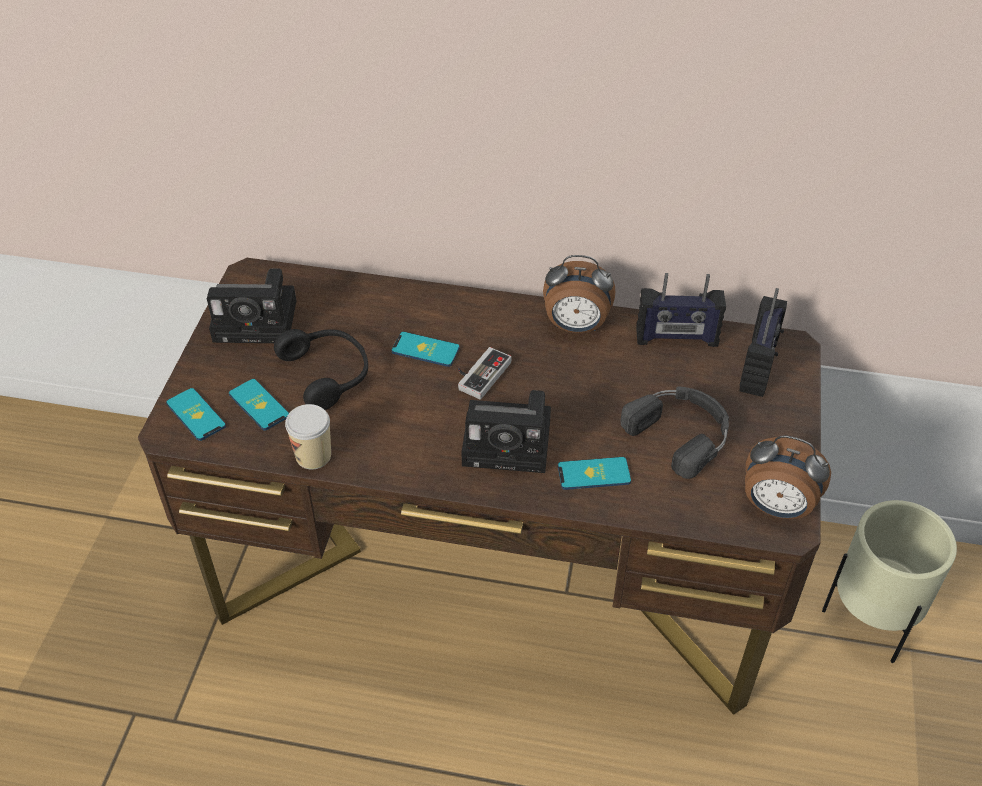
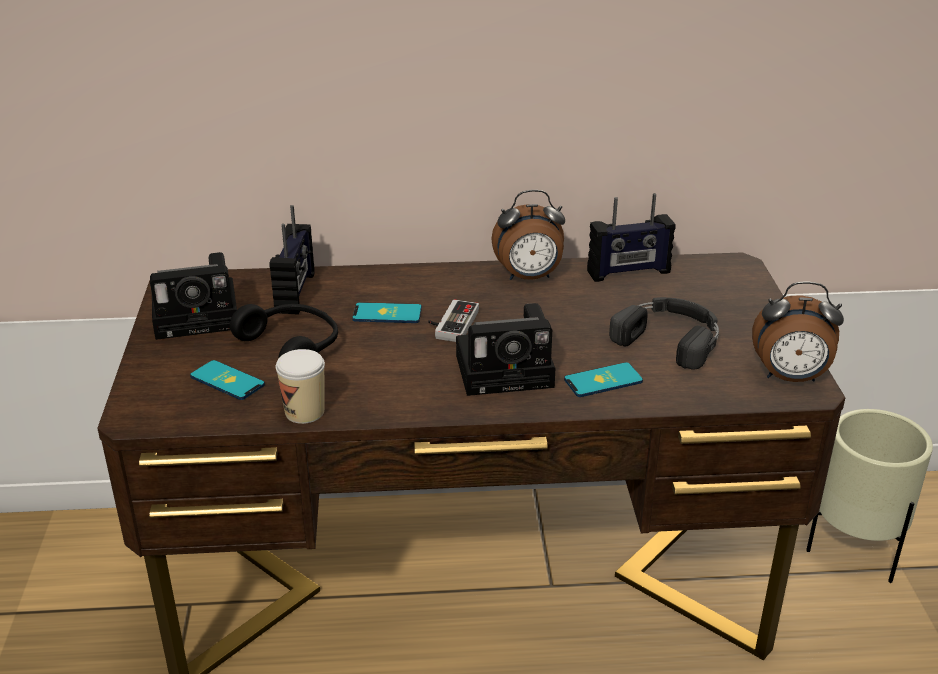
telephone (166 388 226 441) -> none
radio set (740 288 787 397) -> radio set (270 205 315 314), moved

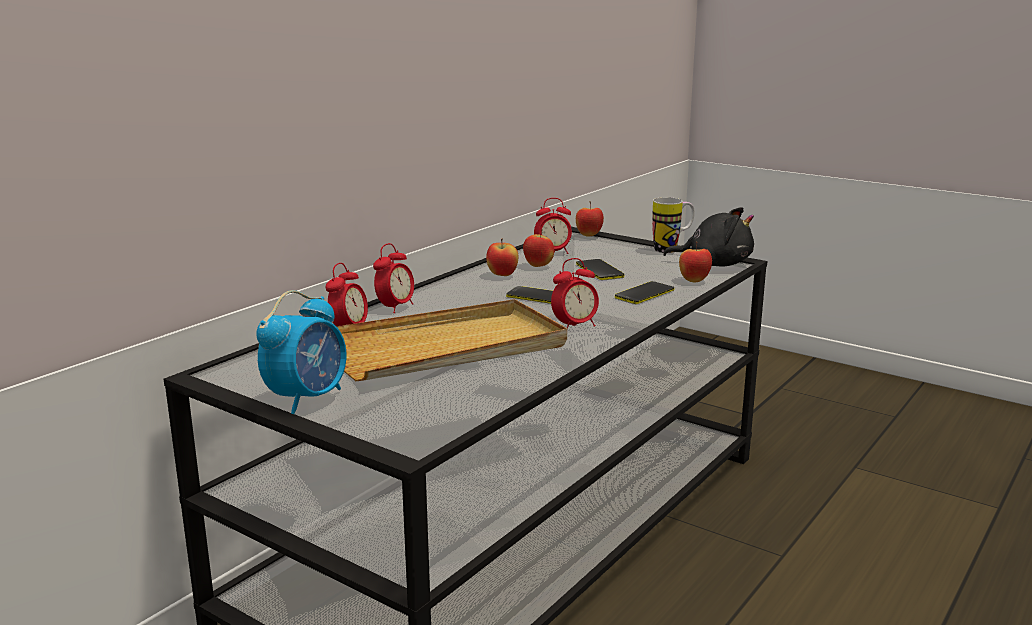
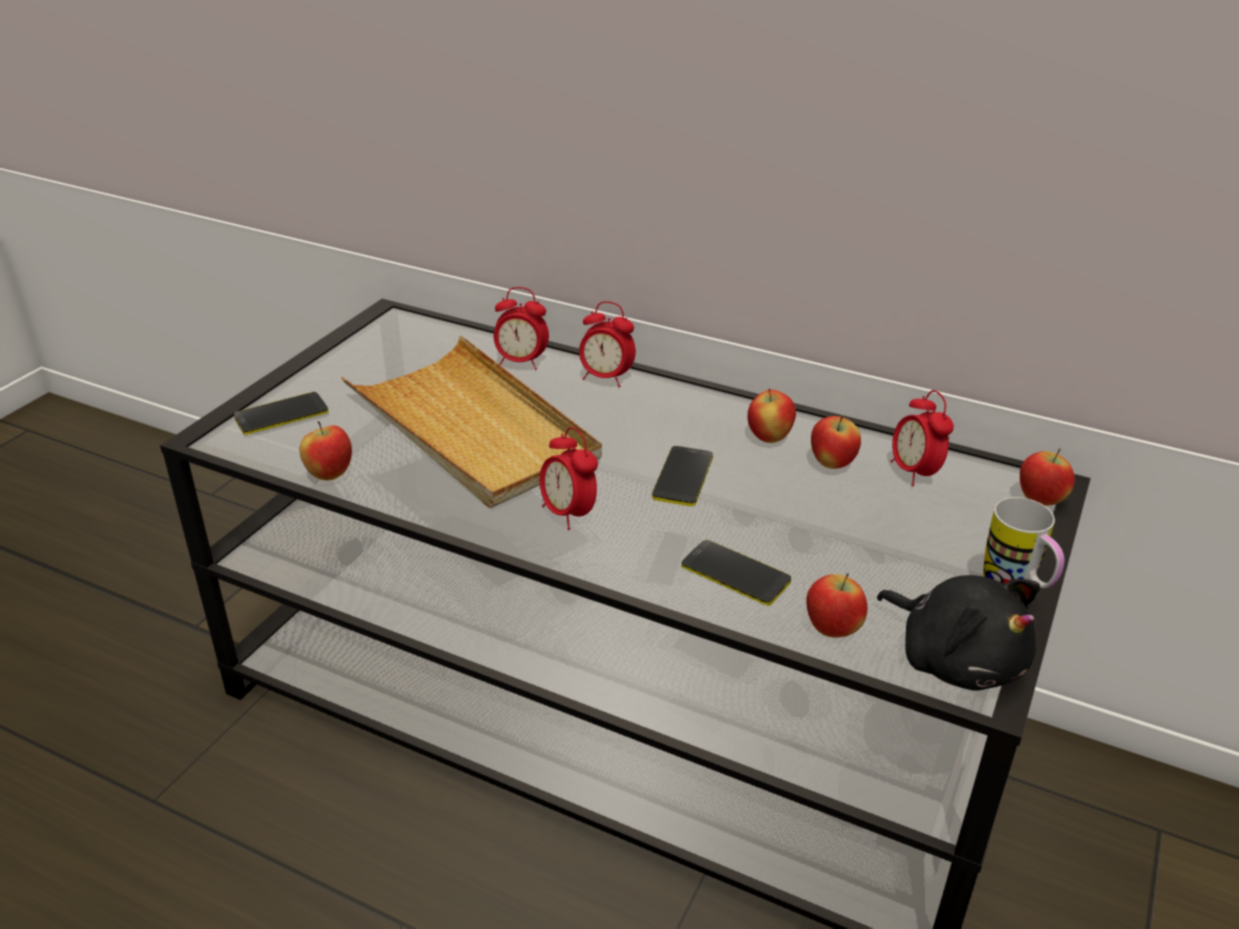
table clock (256 290 346 414) -> none
telephone (576 259 624 280) -> telephone (234 392 329 435), moved
blackish soft toy (663 207 754 267) -> blackish soft toy (877 575 1040 691), 45 degrees counterclockwise
none -> whole apple (300 421 352 480)

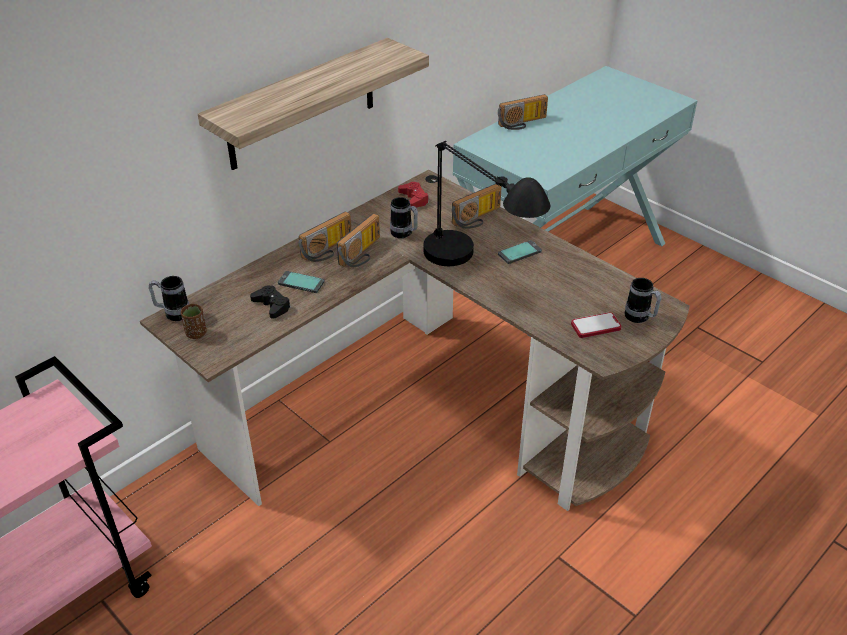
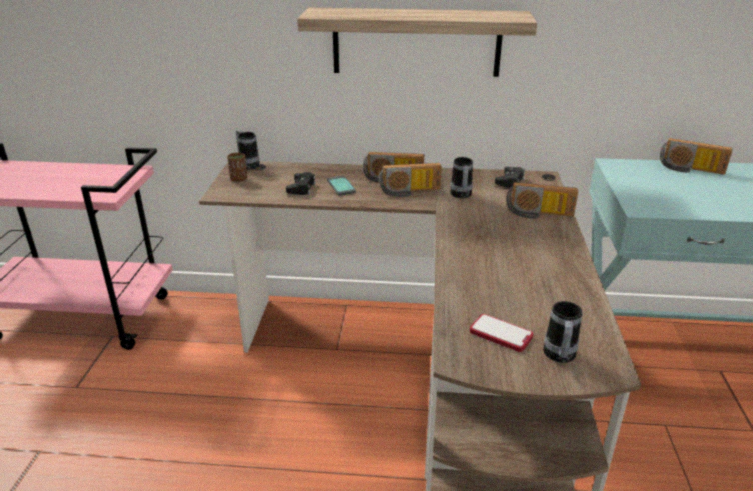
red gamepad (398 182 429 207) -> blackish gamepad (495 167 525 188)
blackish table lamp (424 141 550 266) -> none
telephone (498 240 542 264) -> none

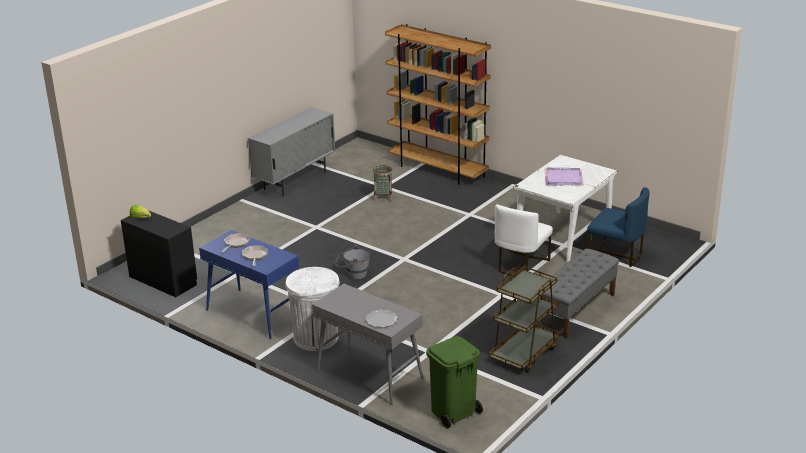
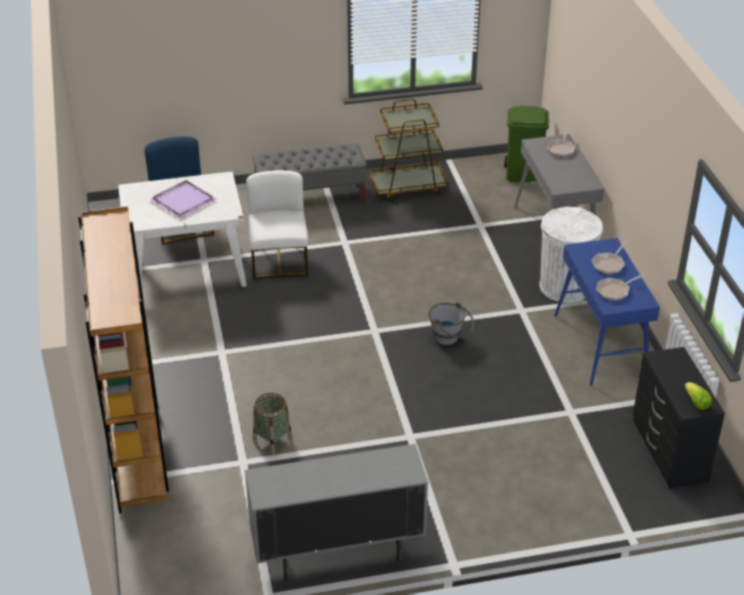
flat dish (365 310 398 327) -> frying pan (546 128 576 157)
white-coloured upright chair (495 204 553 277) -> white-coloured upright chair (246 170 308 280), 75 degrees counterclockwise

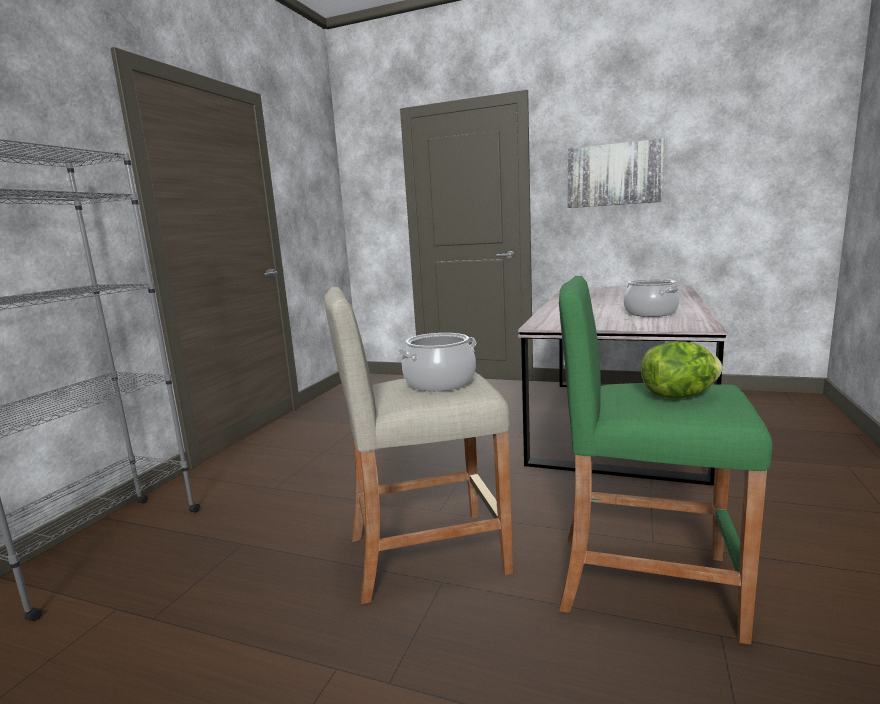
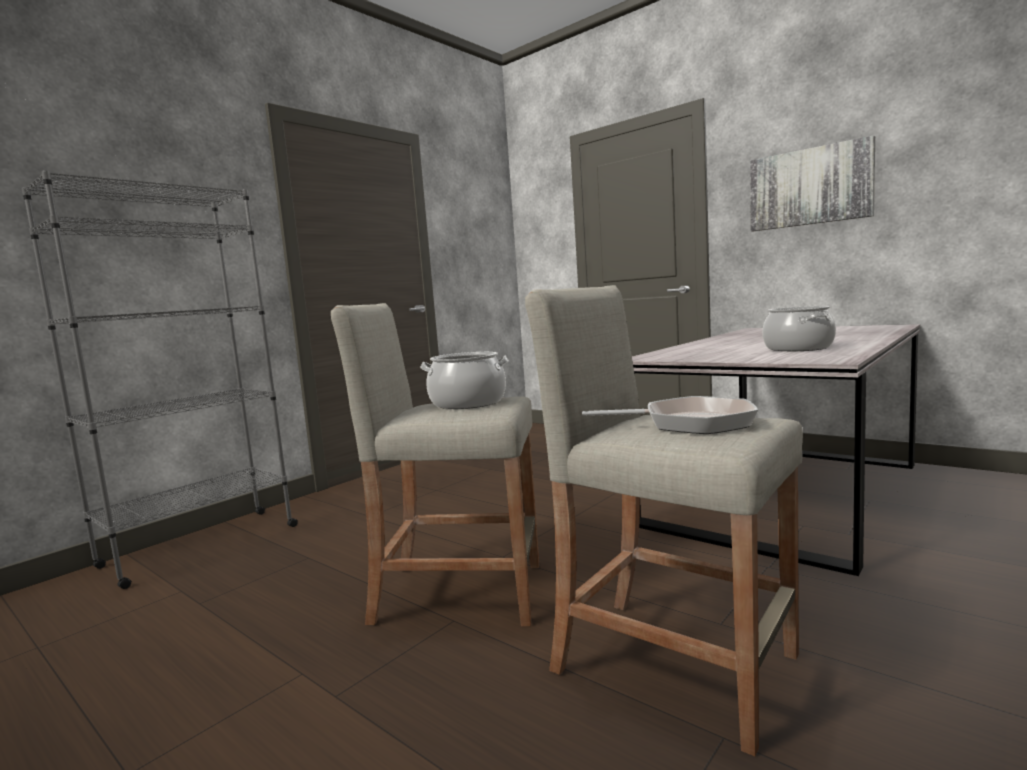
green stool seat (559 276 773 645) -> sand-coloured stool seat (525 285 803 756)
lettuce head (641 342 723 399) -> frying pan (582 396 758 434)

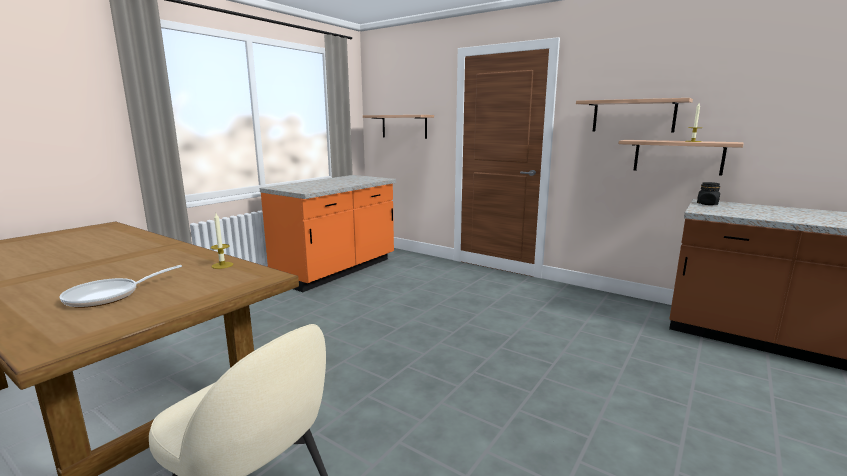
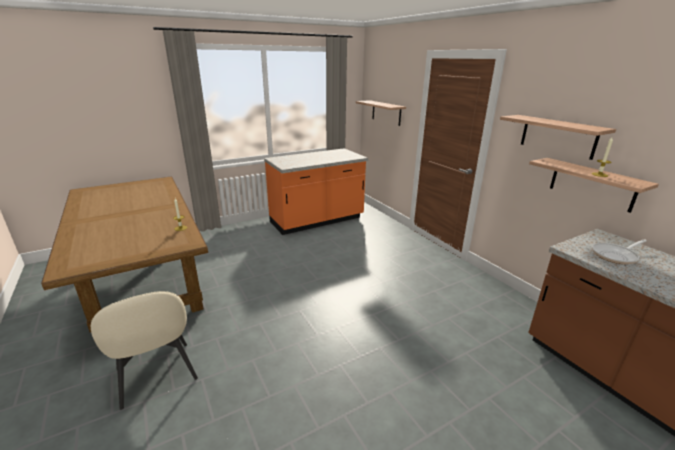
frying pan (59 265 182 308) -> frying pan (592 239 647 264), moved
blackish storage jar (697 182 720 205) -> none

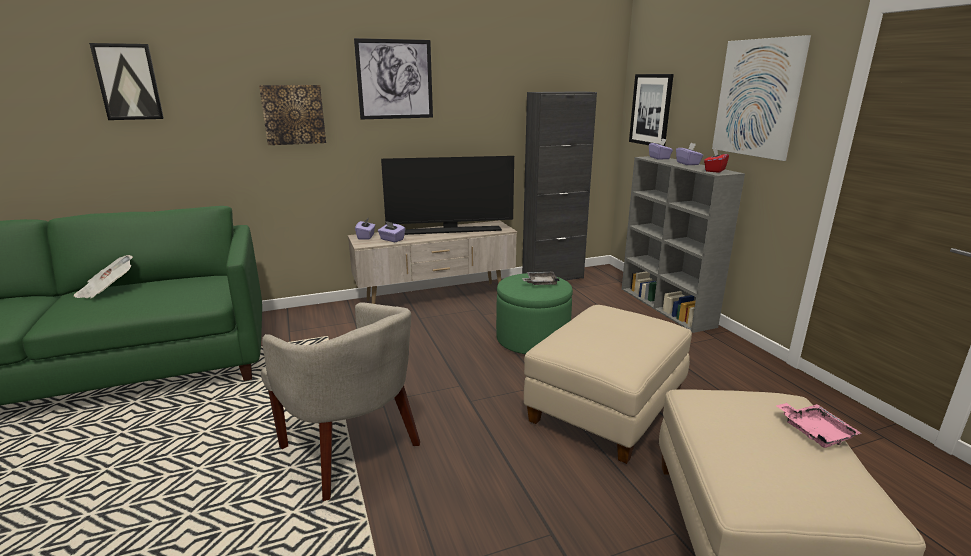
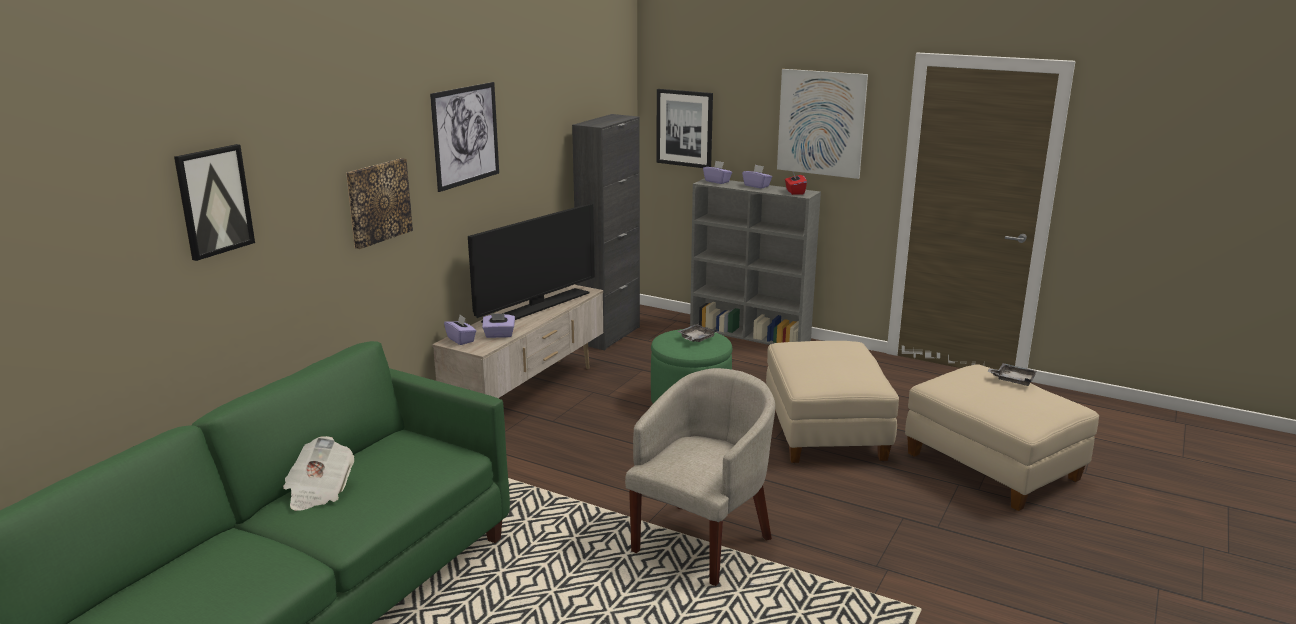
sand-coloured armchair (261 303 420 501) -> sand-coloured armchair (625 368 775 586), 60 degrees counterclockwise
pink tray (775 403 862 448) -> greyish tray (987 363 1037 386)

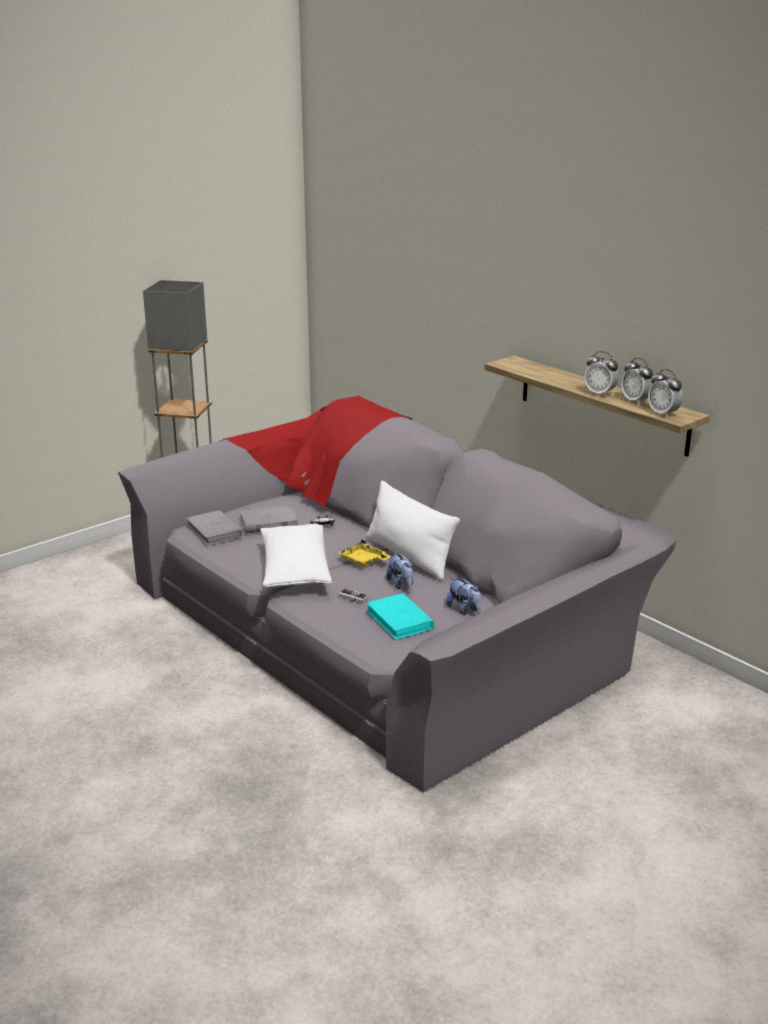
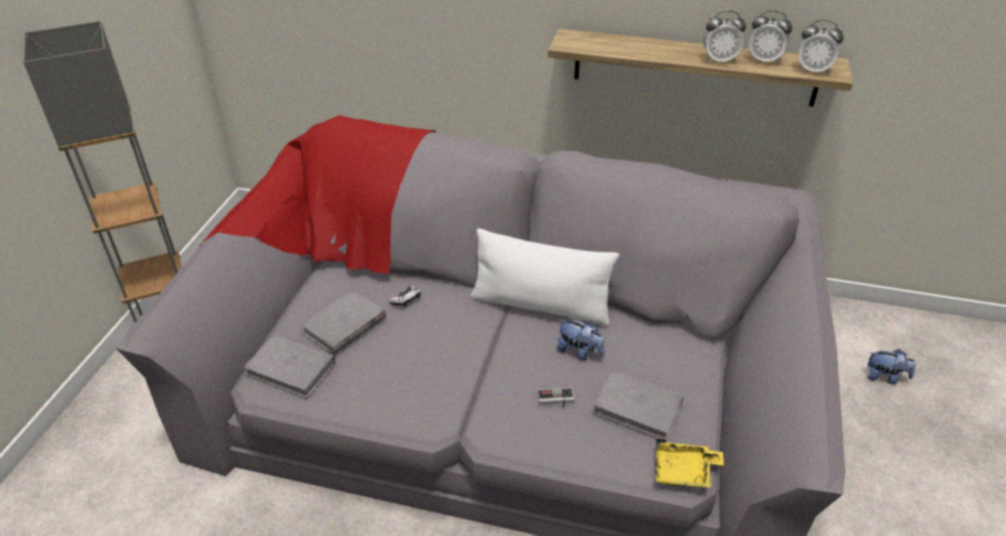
white-coloured cushion (260 524 332 587) -> none
yellowish tray (337 539 392 567) -> yellowish tray (655 438 724 488), moved
turquoise book (366 593 434 640) -> greyish book (592 370 684 442)
soft toy (446 577 481 615) -> soft toy (867 349 916 384), moved

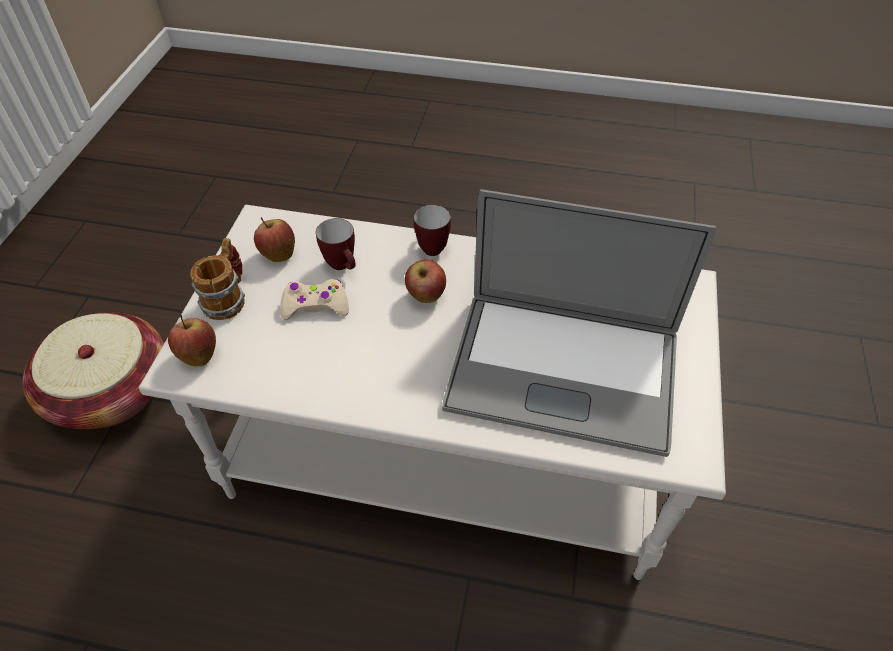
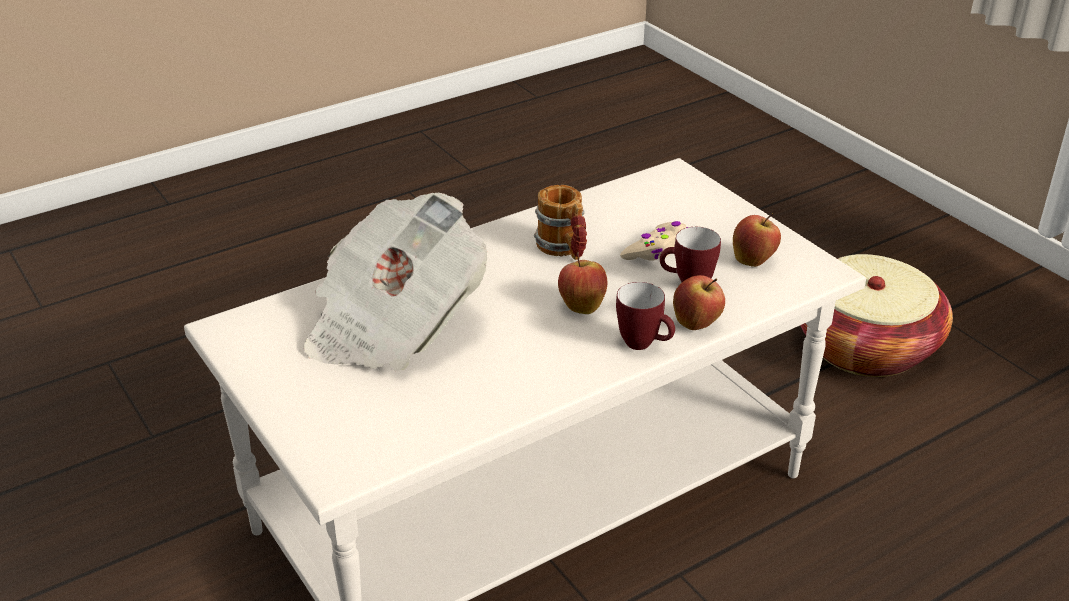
whole apple (168 315 216 366) -> whole apple (673 275 725 330), moved
tea mug (190 238 245 320) -> tea mug (534 185 587 260), moved
notebook computer (442 189 716 457) -> printed paper (304 193 487 371)

